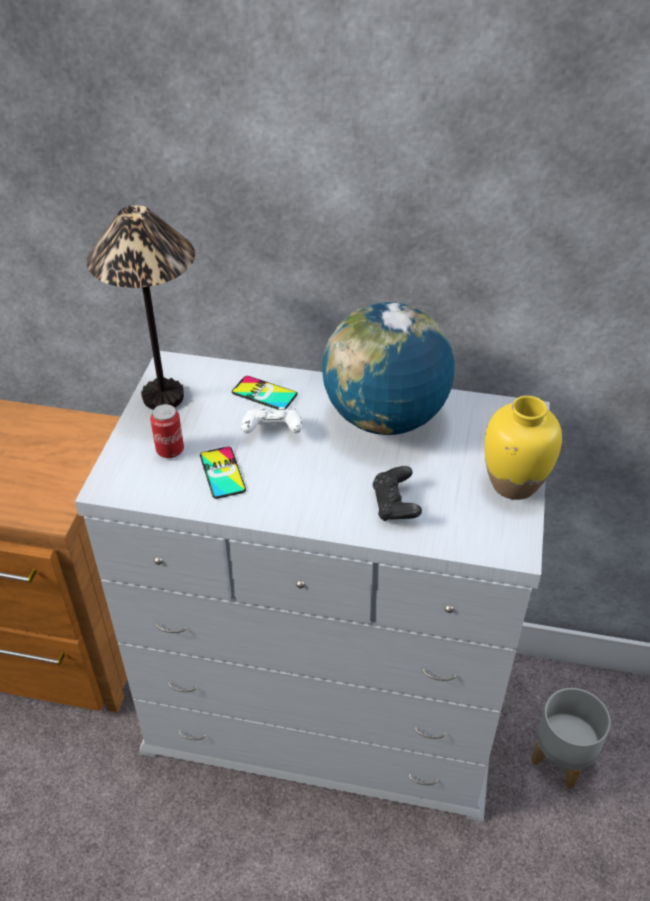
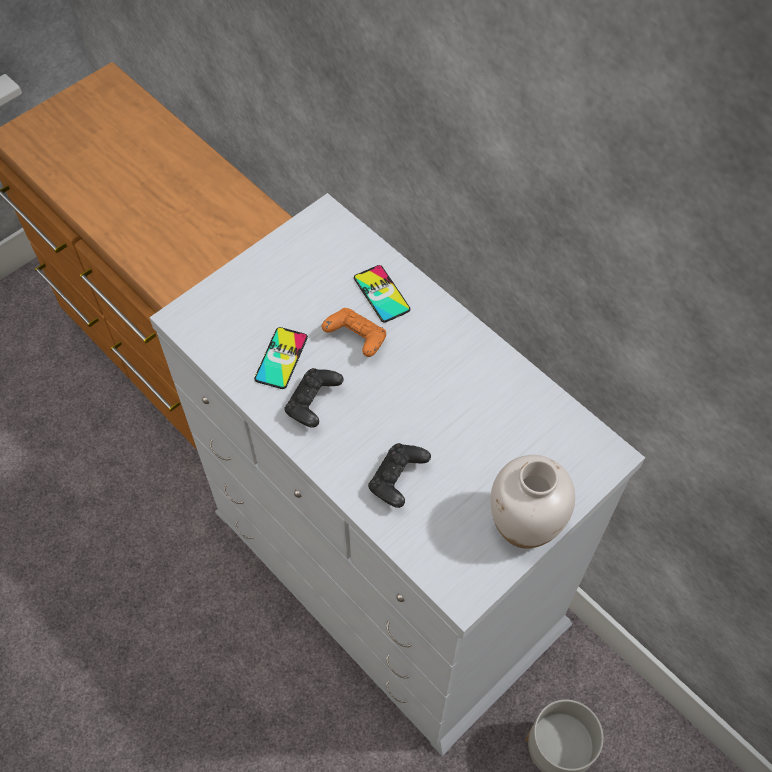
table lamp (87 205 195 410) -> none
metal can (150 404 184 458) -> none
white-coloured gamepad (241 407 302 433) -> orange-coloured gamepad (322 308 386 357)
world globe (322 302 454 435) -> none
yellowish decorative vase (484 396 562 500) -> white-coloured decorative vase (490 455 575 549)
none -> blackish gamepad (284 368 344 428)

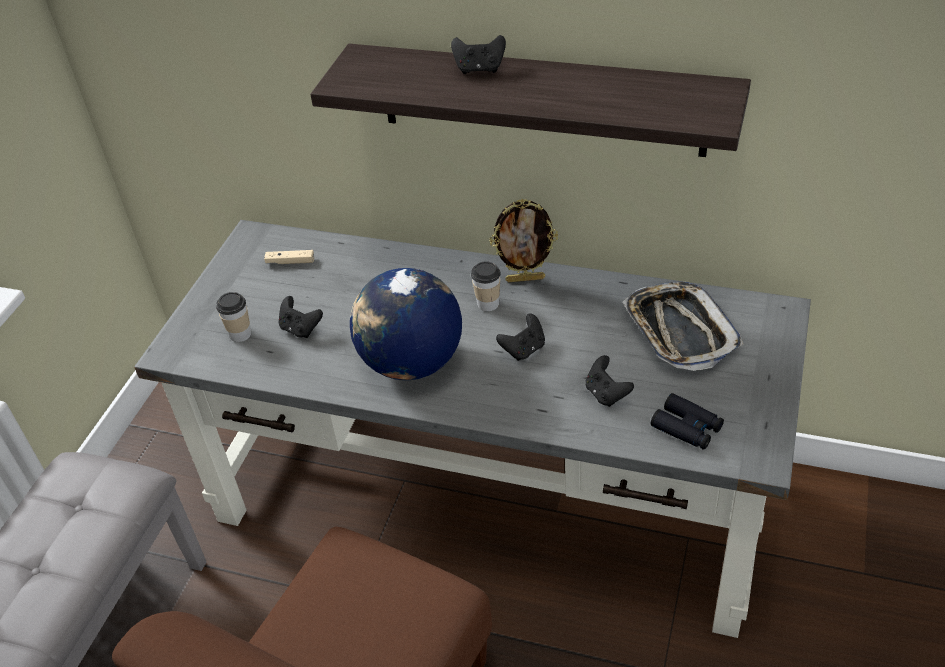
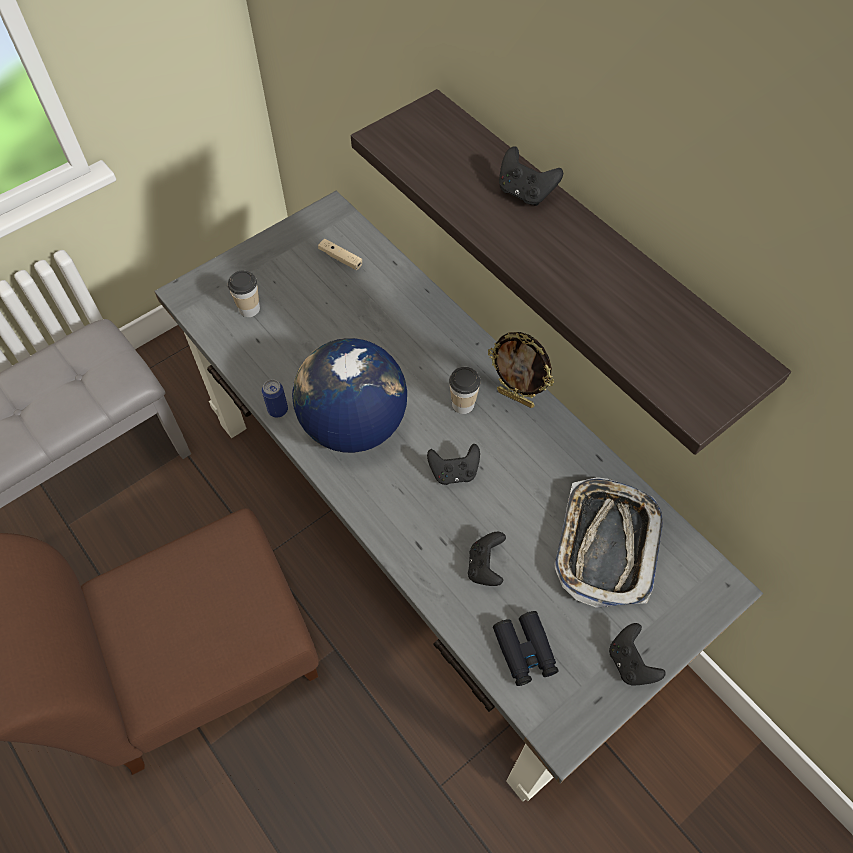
blackish gamepad (279 296 323 338) -> blackish gamepad (609 623 666 686), moved
none -> metal can (262 379 288 417)

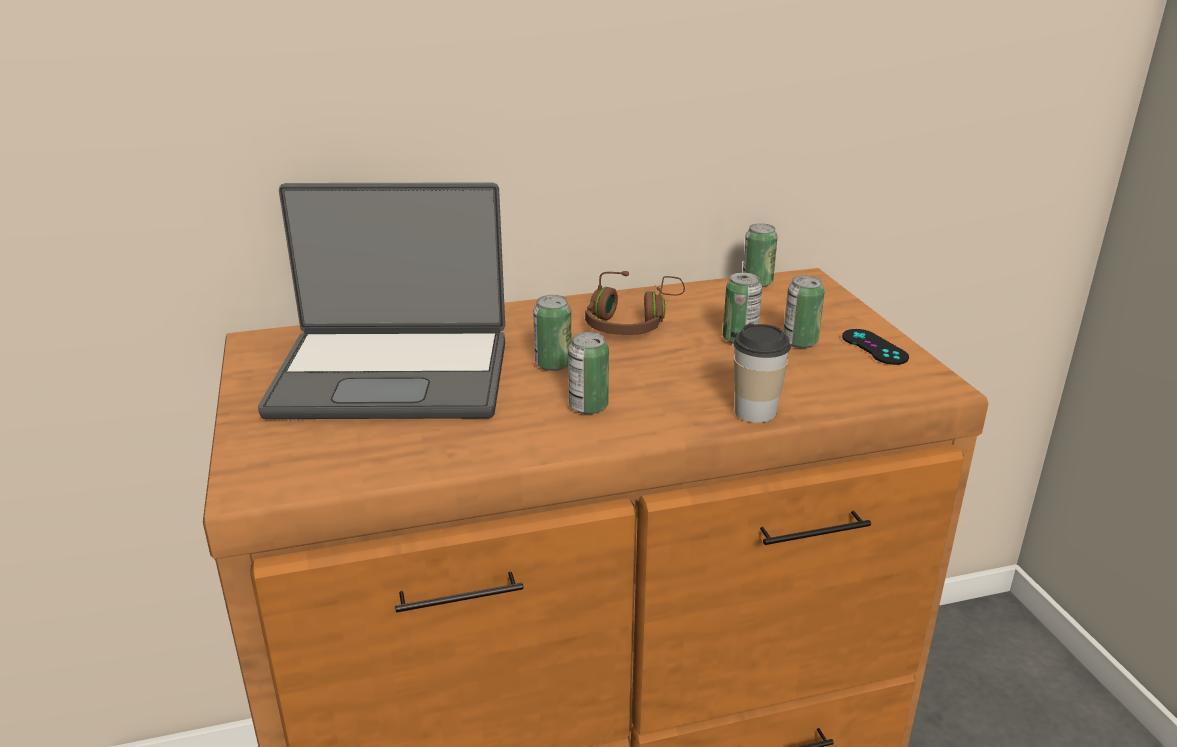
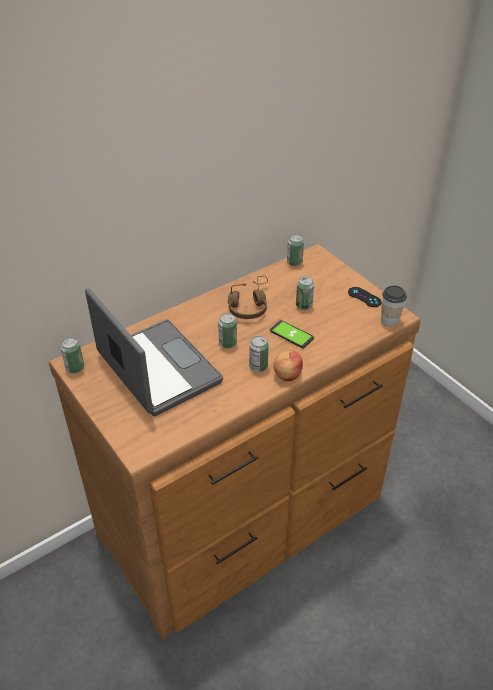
notebook computer (258 182 505 419) -> notebook computer (85 288 223 416), 105 degrees counterclockwise
drinking cup (733 323 791 423) -> drinking cup (381 285 407 327), moved
metal can (783 275 825 348) -> metal can (60 337 84 373), moved
none -> telephone (270 320 314 348)
none -> whole apple (273 350 303 381)

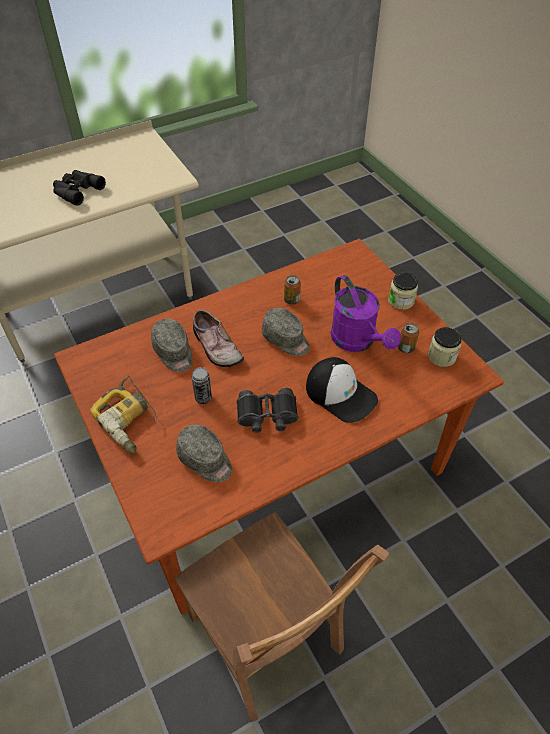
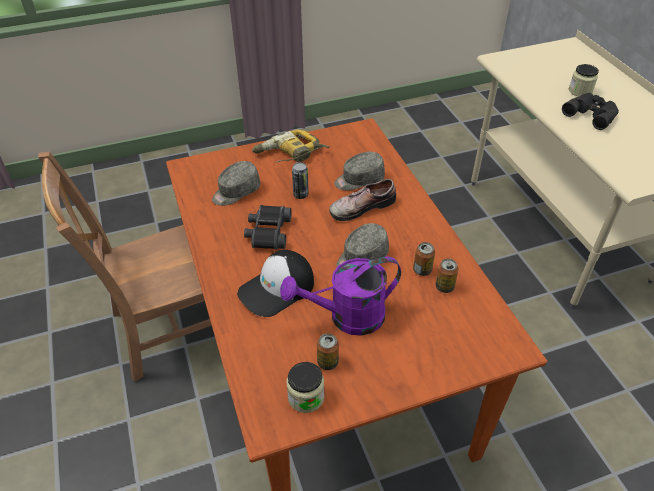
storage jar (388 272 418 310) -> storage jar (569 64 599 97), moved
none -> metal can (436 259 458 293)

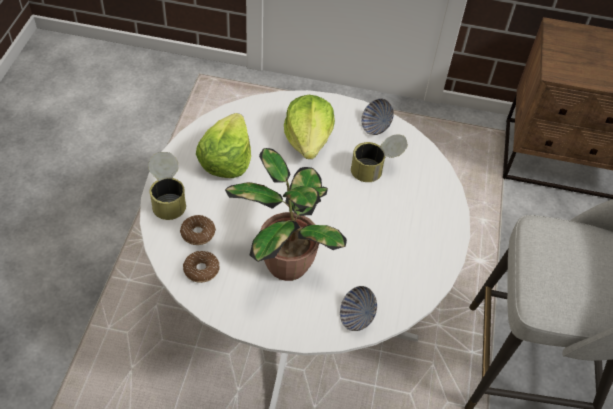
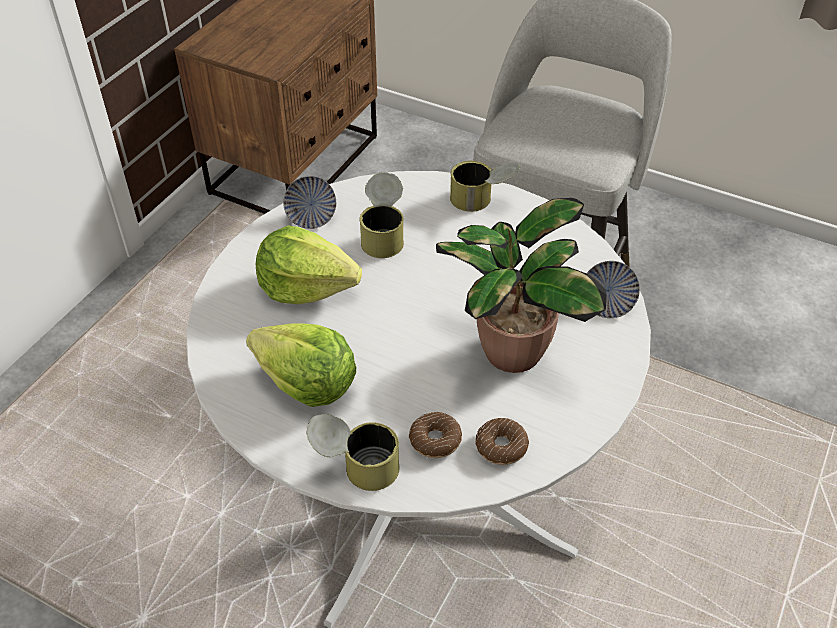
none -> metal can (450 161 520 212)

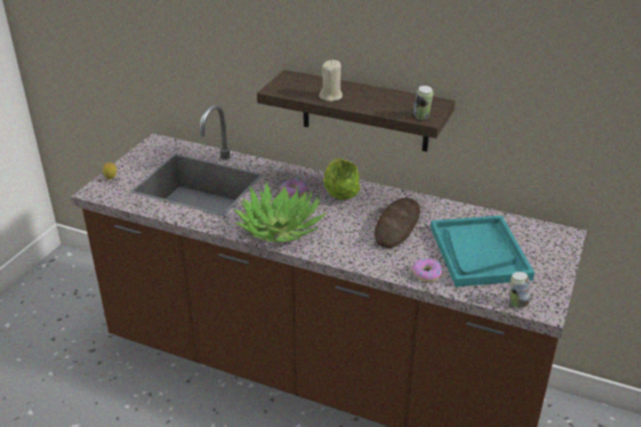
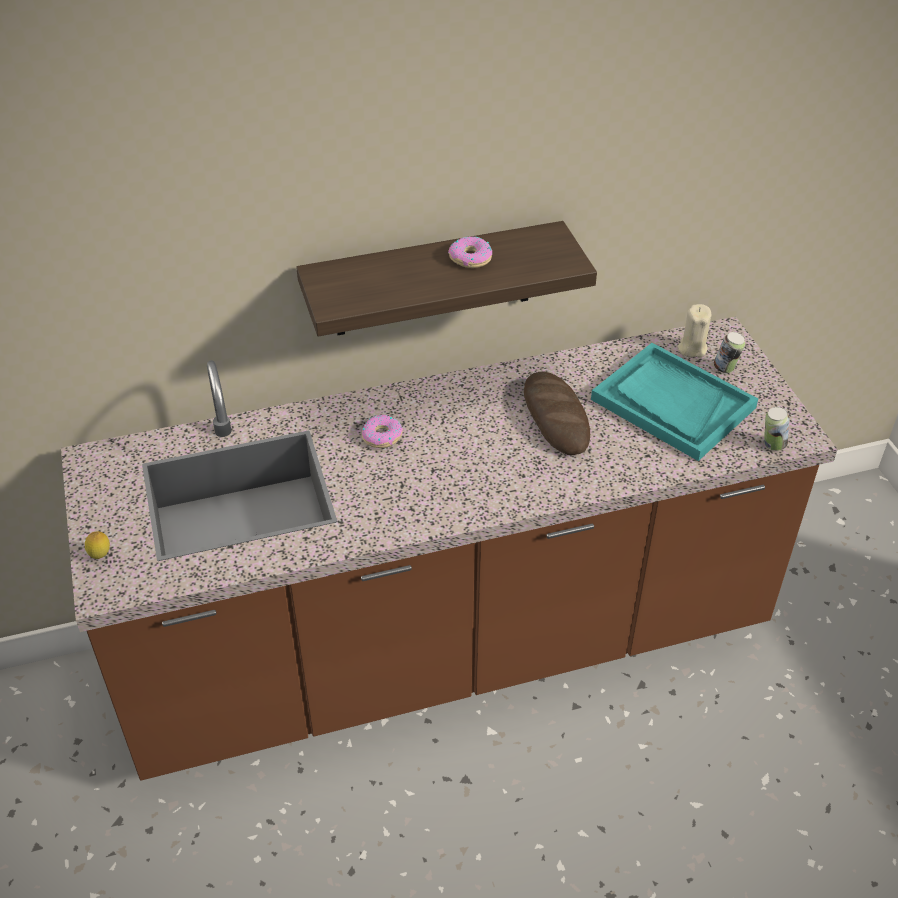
potted plant (233 181 326 242) -> none
sand-coloured wax candle (319 60 342 101) -> sand-coloured wax candle (678 304 711 357), moved
lettuce head (323 158 360 200) -> none
ring doughnut (412 259 443 282) -> ring doughnut (448 236 492 268), moved
metal can (413 85 433 119) -> metal can (714 332 745 373), moved

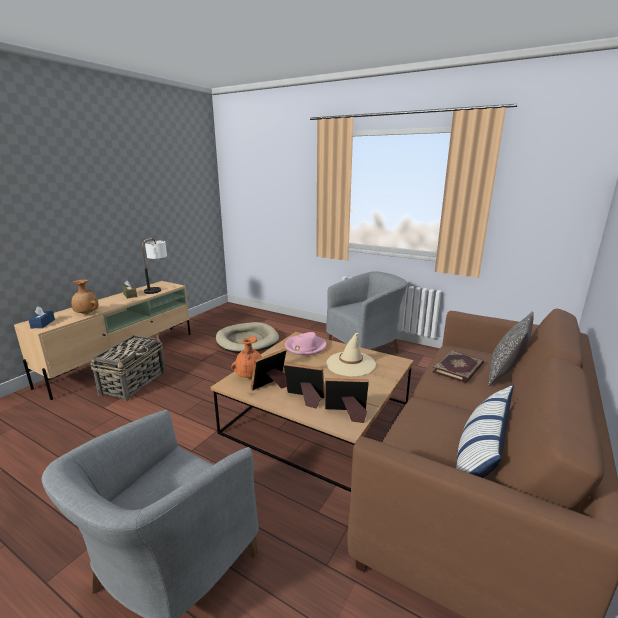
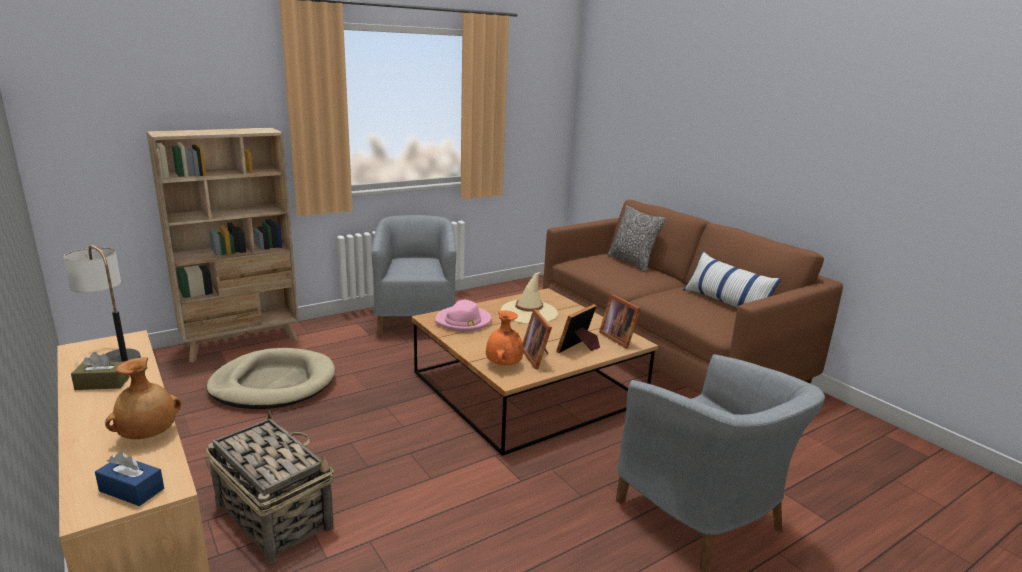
standing frame (325 378 369 423) -> standing frame (599 294 641 349), 60 degrees counterclockwise
book (432 350 484 383) -> none
none -> sand-coloured bookcase (146 128 299 363)

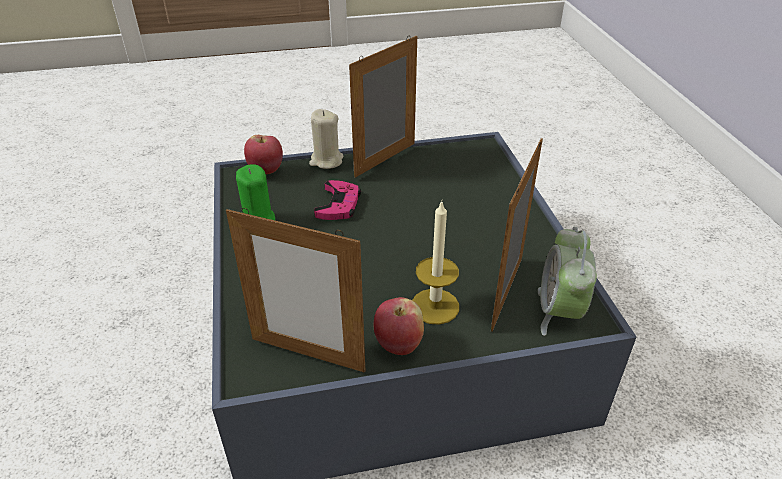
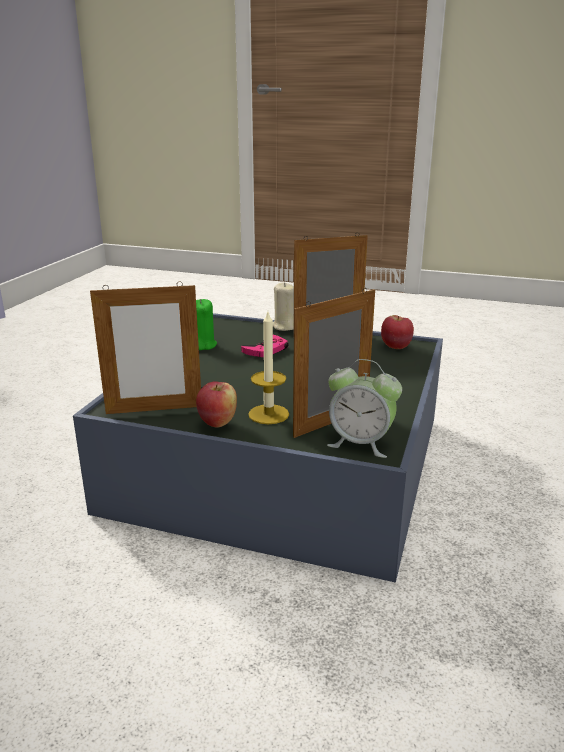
standing frame (226 208 365 373) -> standing frame (90 281 201 414), 60 degrees counterclockwise
whole apple (244 135 283 174) -> whole apple (381 315 414 349), moved
table clock (538 227 597 336) -> table clock (327 359 402 458), 105 degrees counterclockwise

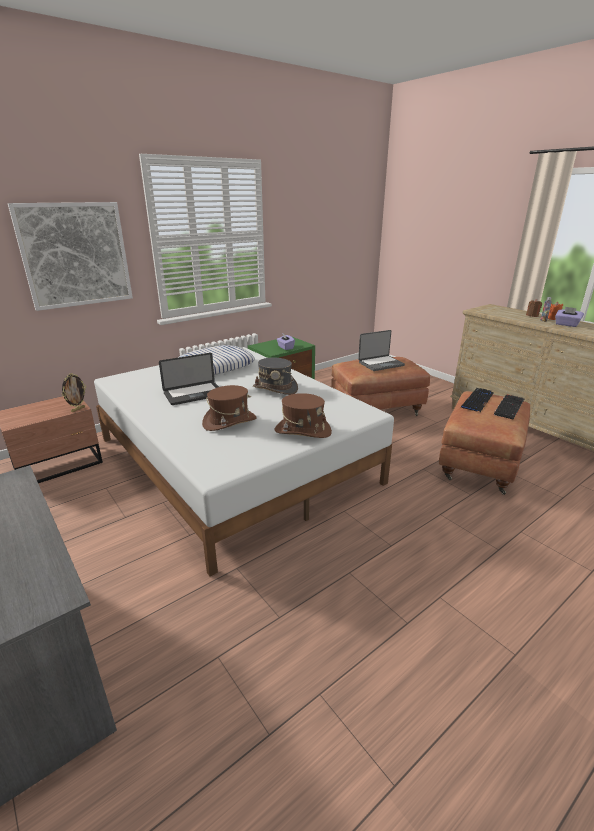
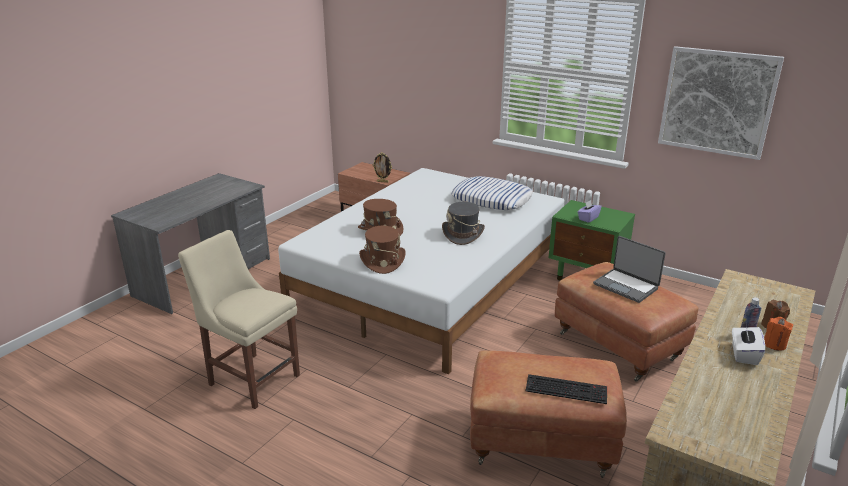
wall art (8 202 133 311) -> wall art (658 46 784 160), moved
notebook computer (159 353 219 405) -> none
PC keyboard (461 388 494 412) -> none
purplish tissue box (555 307 584 327) -> white-coloured tissue box (732 324 765 365)
none -> sand-coloured upright chair (178 230 300 409)

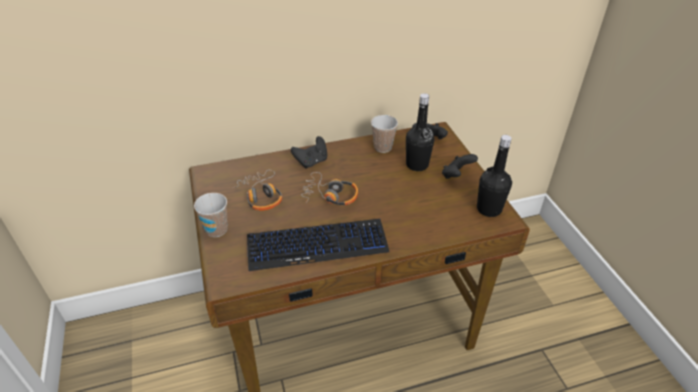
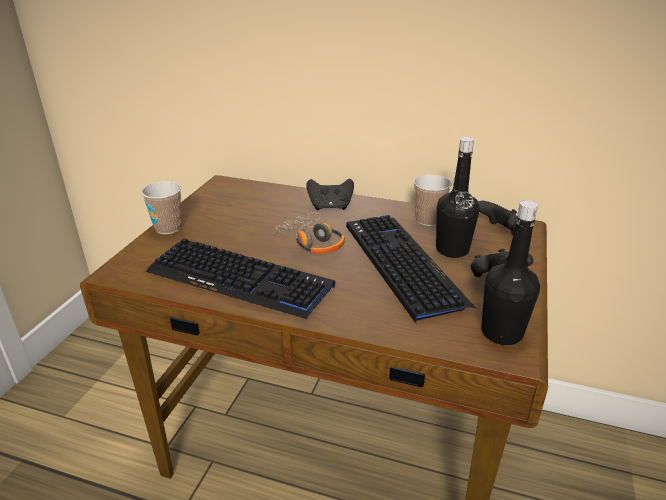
headphones (233 170 282 211) -> none
none -> PC keyboard (346 215 476 324)

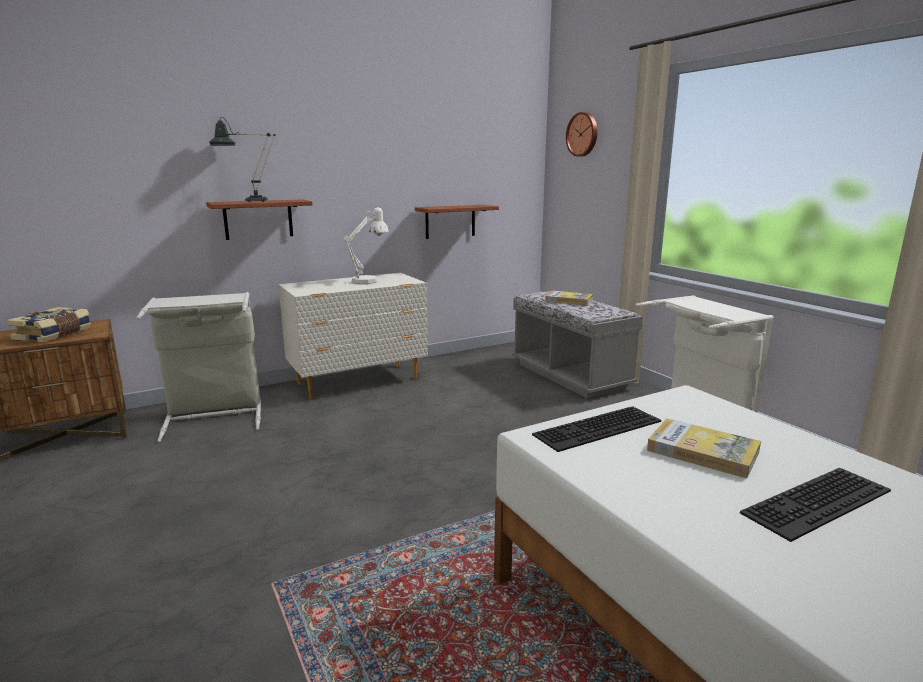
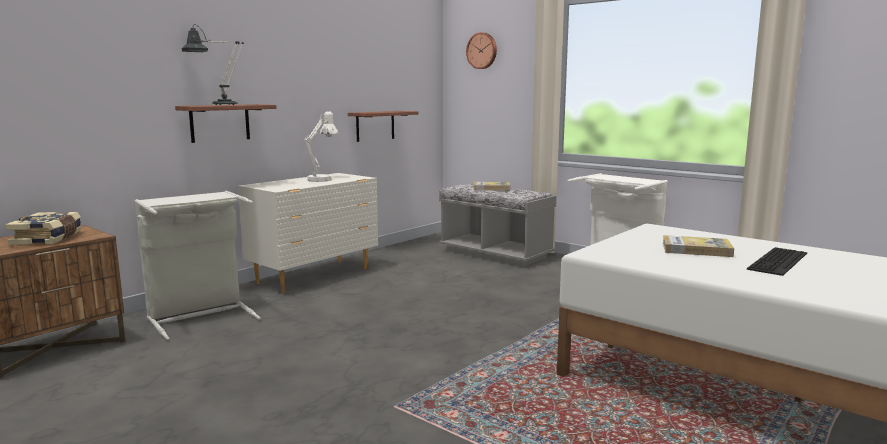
PC keyboard (532 406 661 452) -> none

